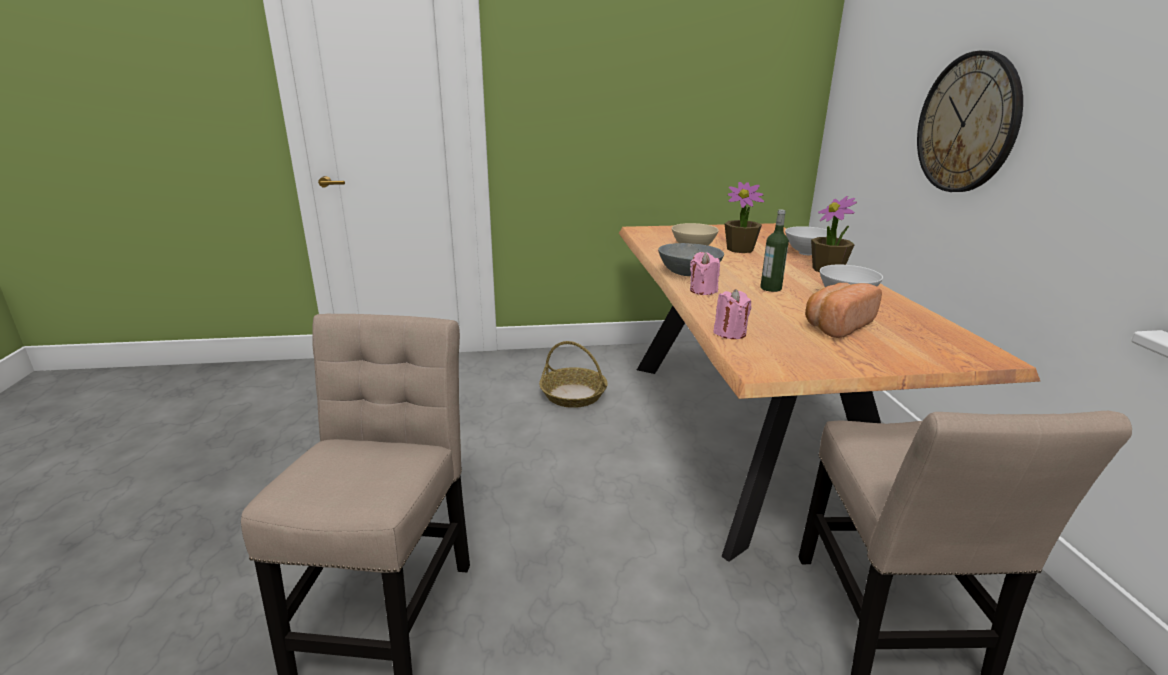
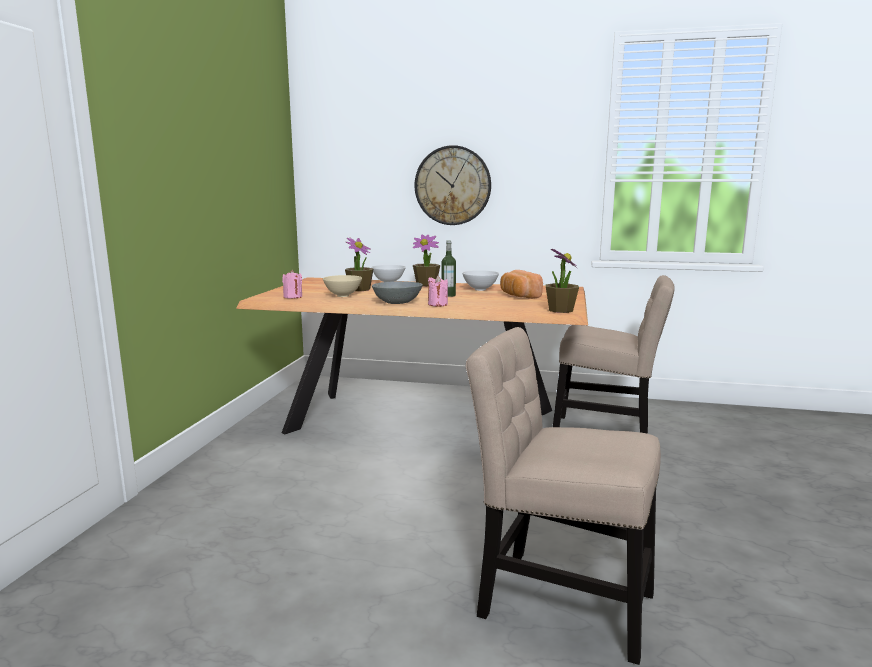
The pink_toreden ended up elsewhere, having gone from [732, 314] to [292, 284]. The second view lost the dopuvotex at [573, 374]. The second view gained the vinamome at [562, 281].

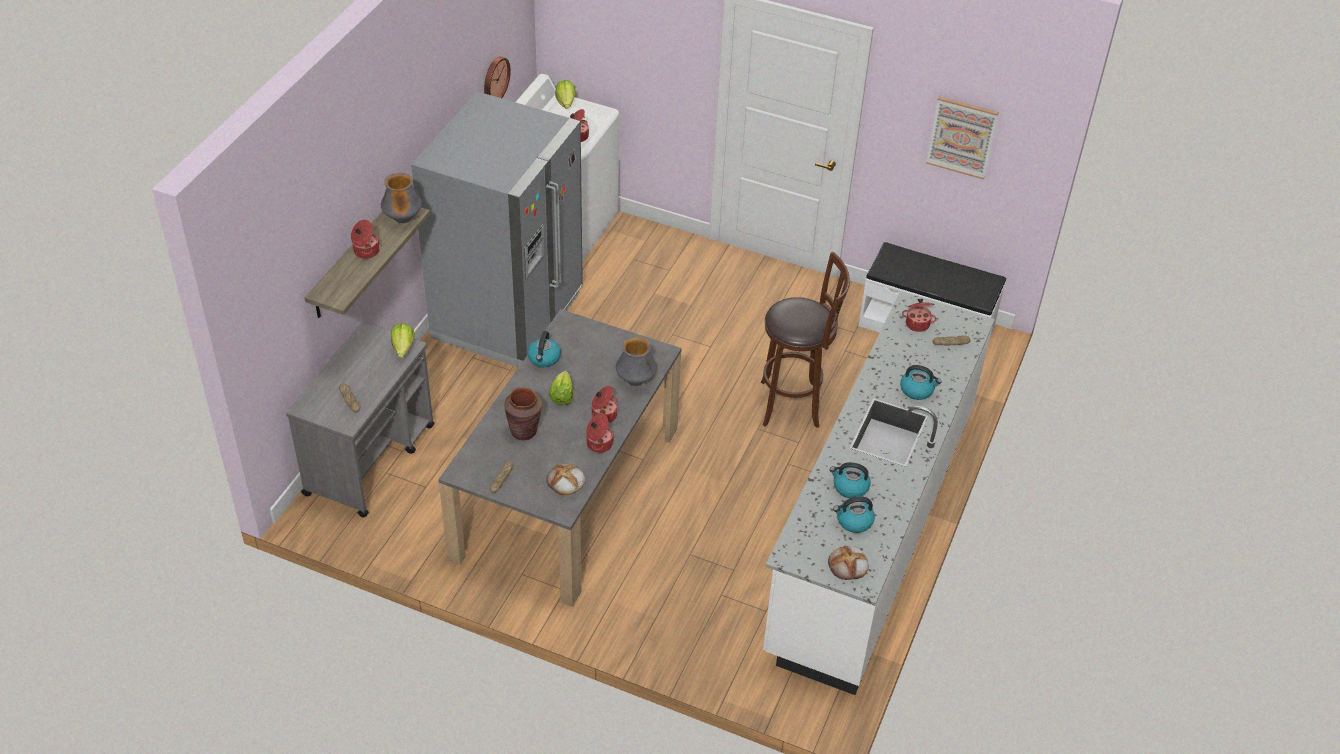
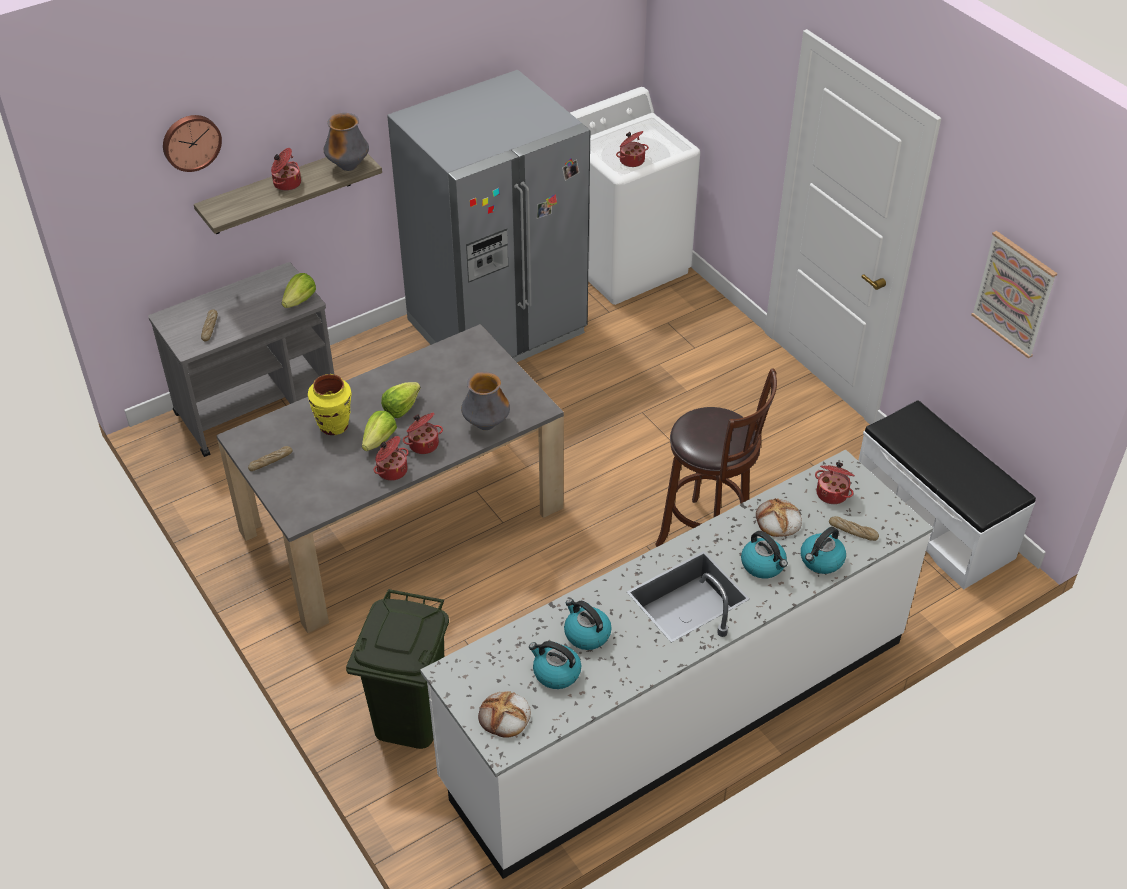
The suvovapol ended up elsewhere, having gone from [497, 77] to [192, 143]. The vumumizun ended up elsewhere, having gone from [565, 94] to [379, 431]. The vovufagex ended up elsewhere, having gone from [544, 349] to [823, 550]. What was the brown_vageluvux at [523, 414] turned into the yellow_vageluvux at [330, 404]. The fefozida ended up elsewhere, having gone from [565, 479] to [779, 517]. The second view gained the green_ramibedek at [397, 669].

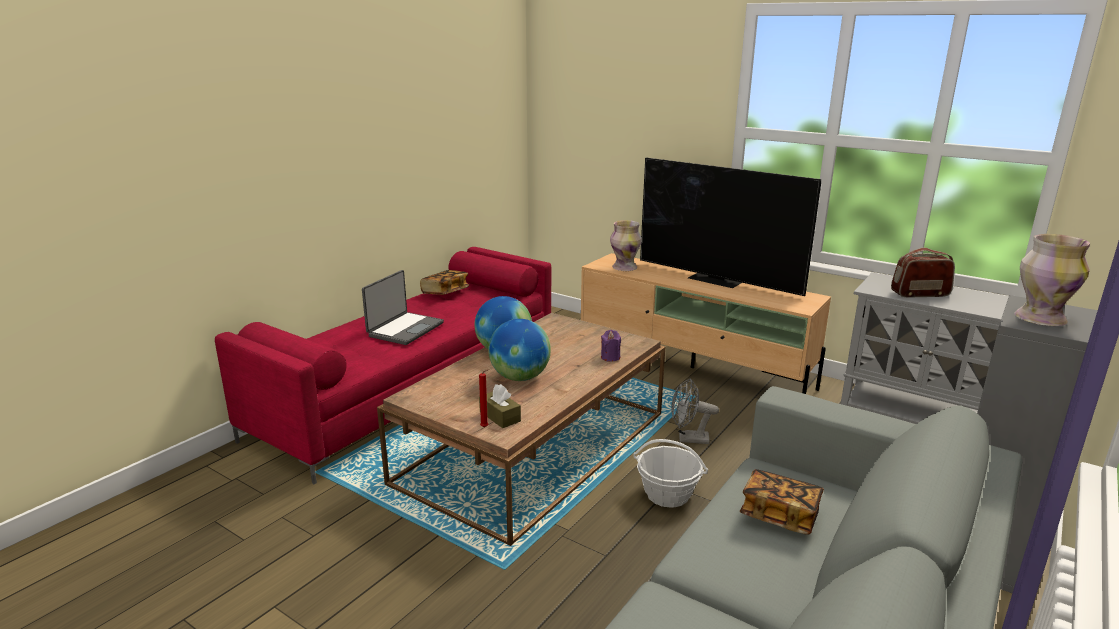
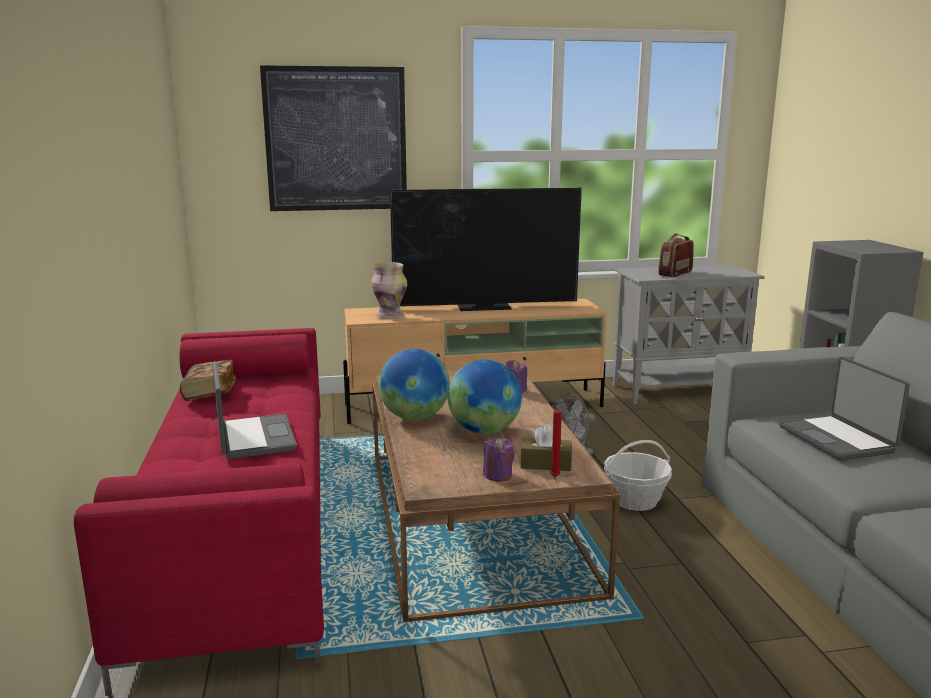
The second view lost the vageluvux at [1052, 280]. Where the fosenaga stood at [782, 502], the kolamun came to stand at [844, 409]. The second view gained the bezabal at [333, 138]. The second view gained the purple_toreden at [499, 460].

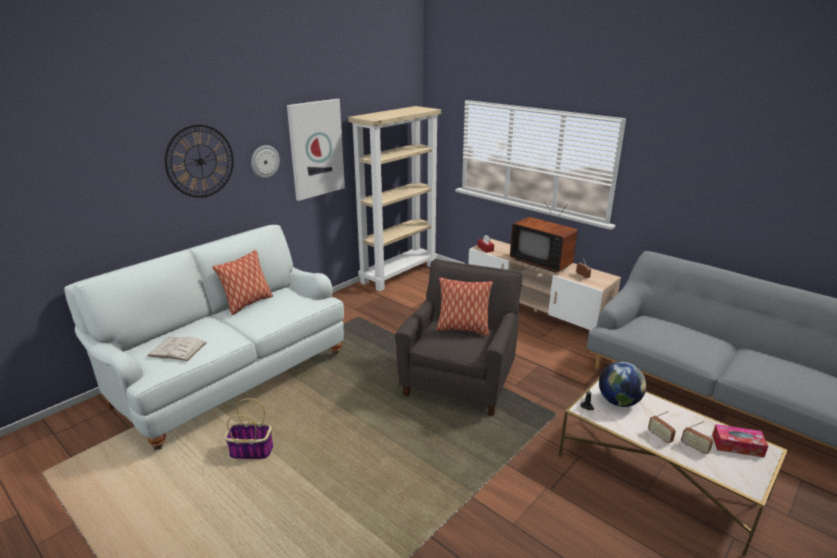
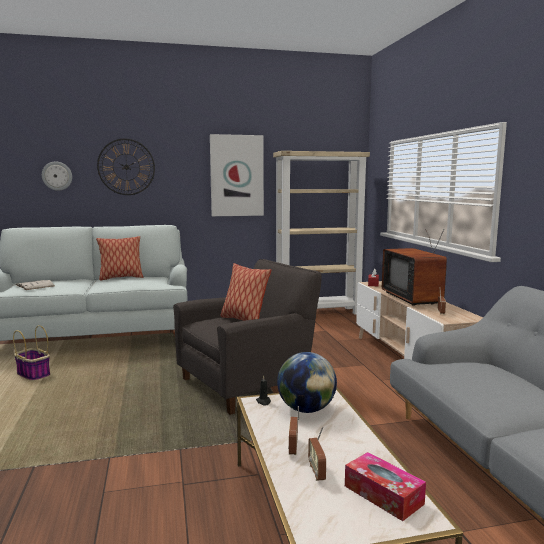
The suvovapol ended up elsewhere, having gone from [265, 161] to [57, 176].

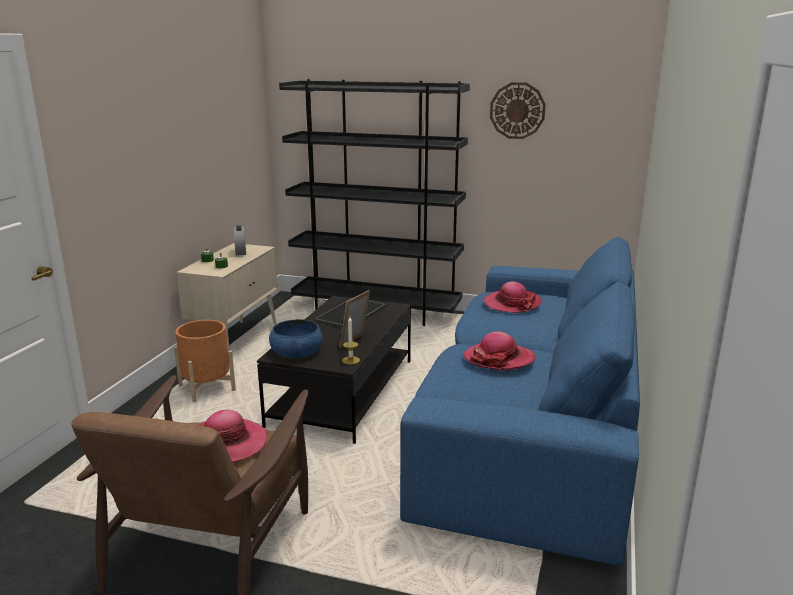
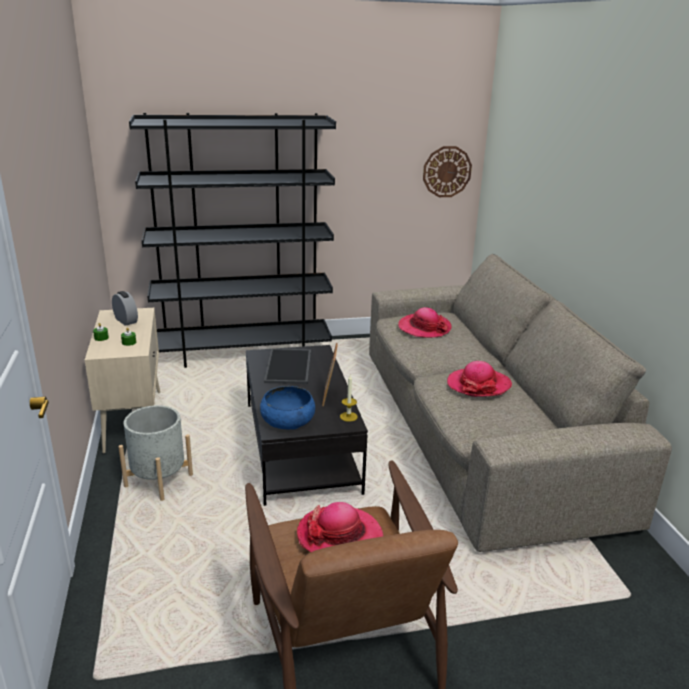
The suvovapol ended up elsewhere, having gone from [518, 110] to [447, 171]. What was the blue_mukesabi at [520, 401] turned into the beige_mukesabi at [520, 403]. What was the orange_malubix at [205, 361] turned into the grey_malubix at [155, 453].

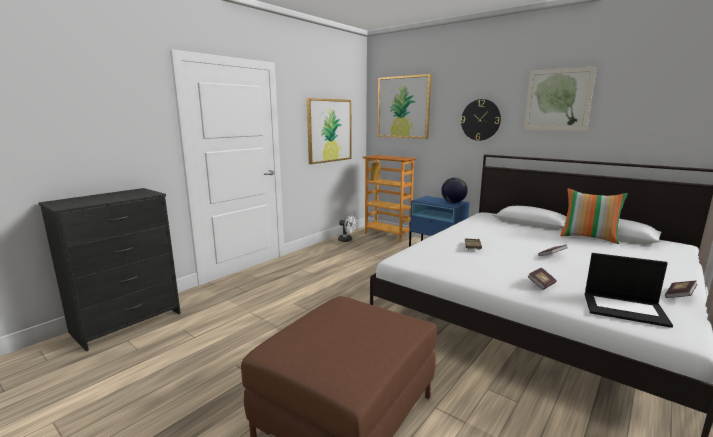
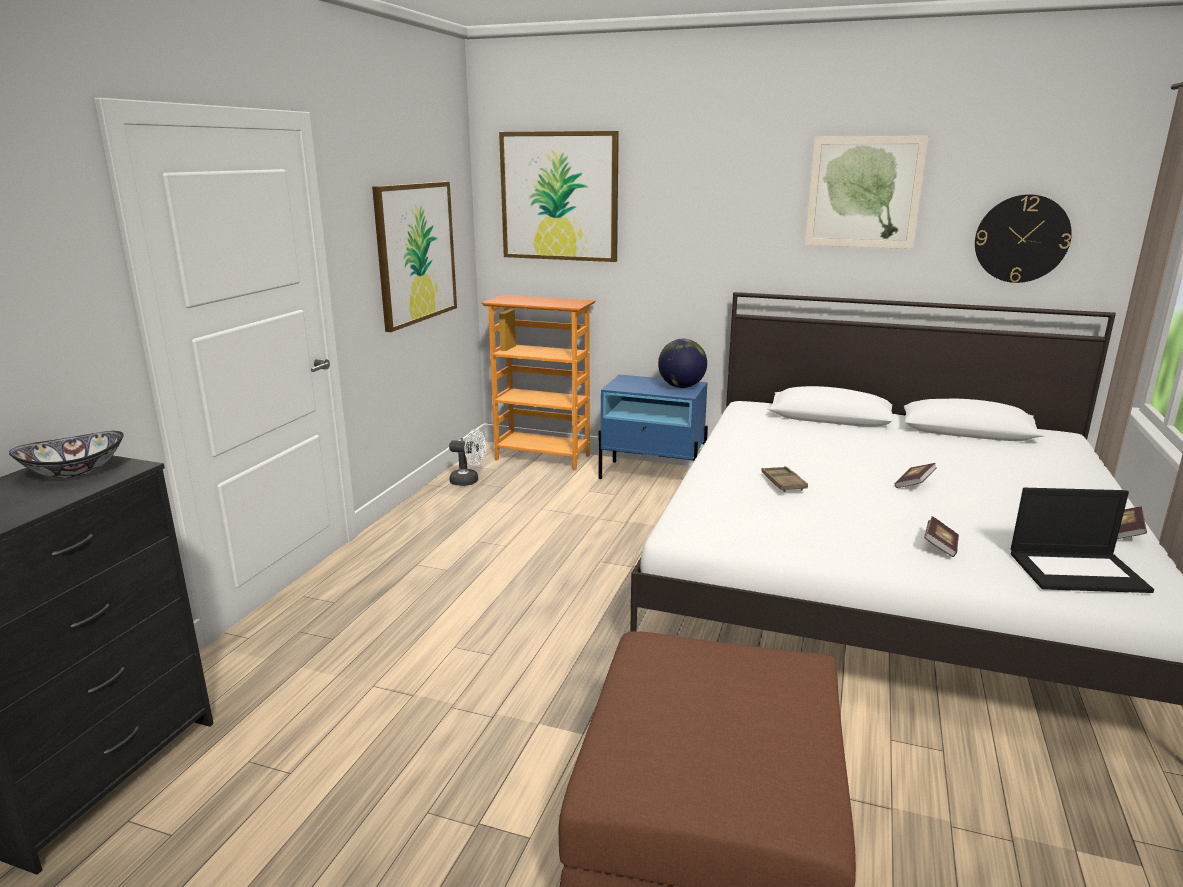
The suvovapol ended up elsewhere, having gone from [481, 120] to [1023, 238]. The second view lost the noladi at [594, 216]. The second view gained the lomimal at [66, 454].

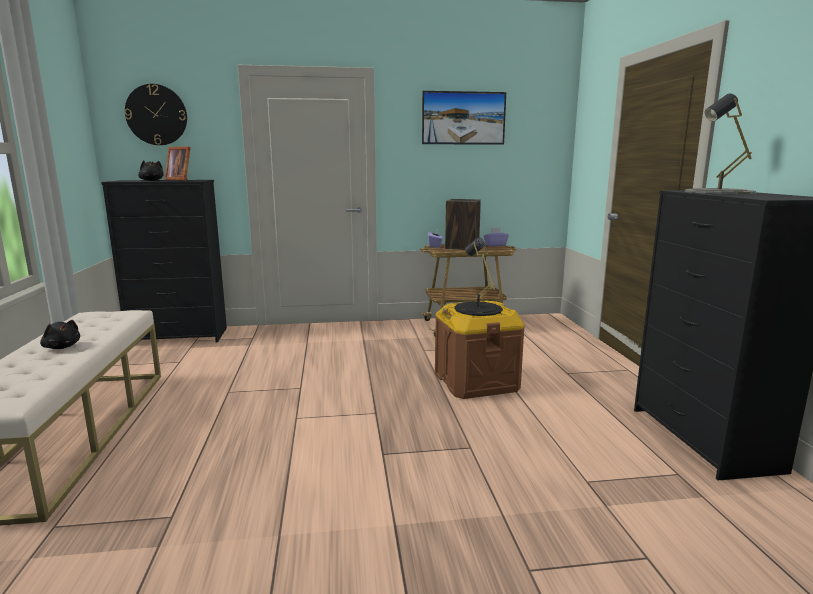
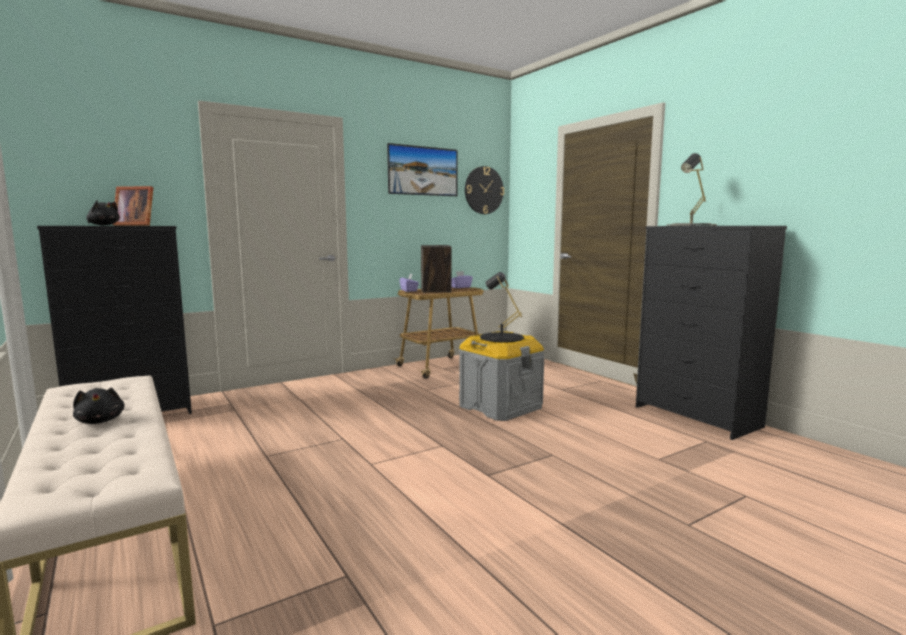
The suvovapol ended up elsewhere, having gone from [155, 114] to [484, 190]. What was the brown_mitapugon at [480, 350] turned into the grey_mitapugon at [501, 376]. The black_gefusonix at [60, 334] ended up facing another way, 45 degrees clockwise from before.

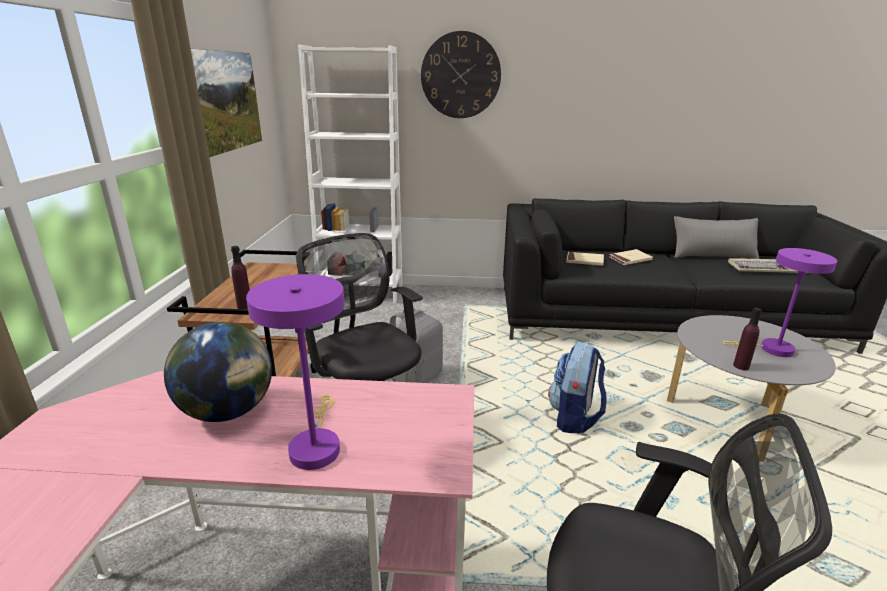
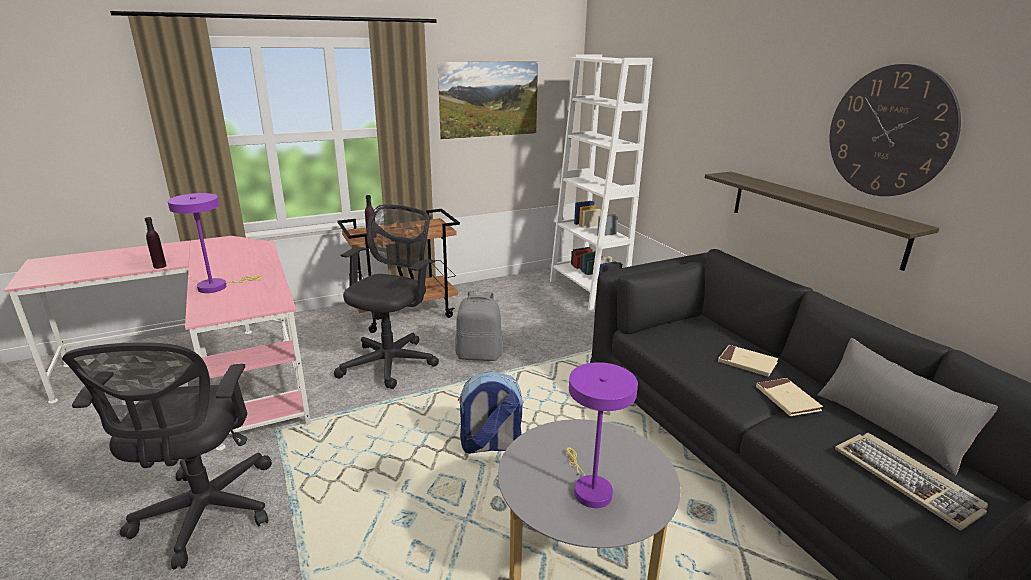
The suvovapol ended up elsewhere, having gone from [461, 74] to [895, 130]. The beige_fosenaga ended up elsewhere, having gone from [585, 259] to [789, 397]. The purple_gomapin ended up elsewhere, having gone from [747, 339] to [156, 243]. The second view lost the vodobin at [218, 372]. The second view gained the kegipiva at [822, 221].

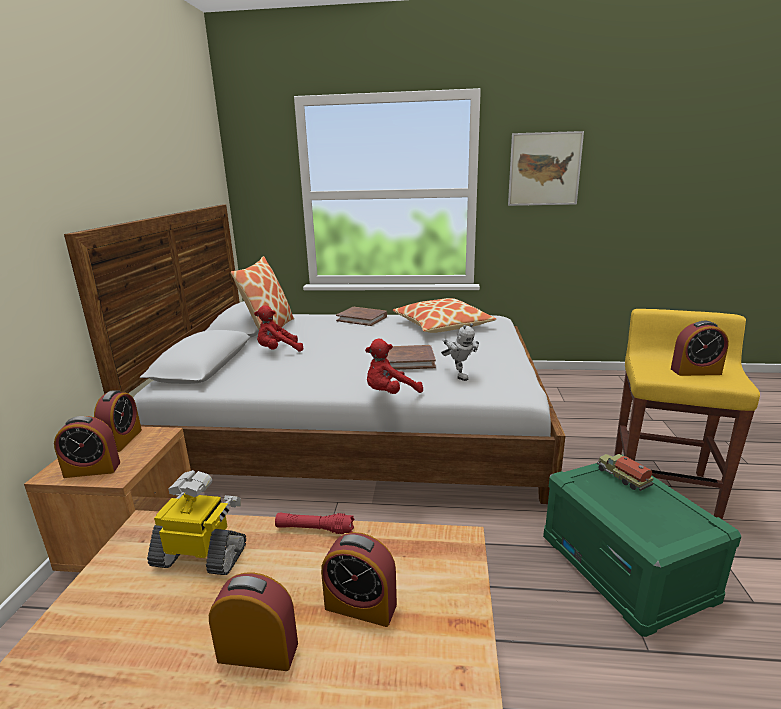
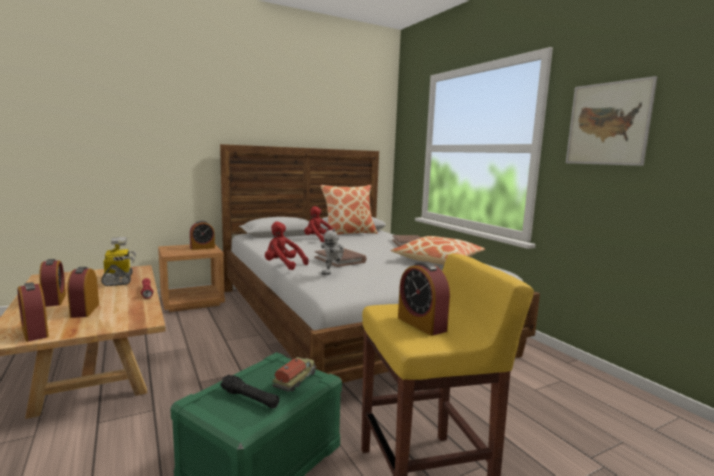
The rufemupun ended up elsewhere, having gone from [87, 447] to [33, 312]. The second view gained the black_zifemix at [250, 391].

